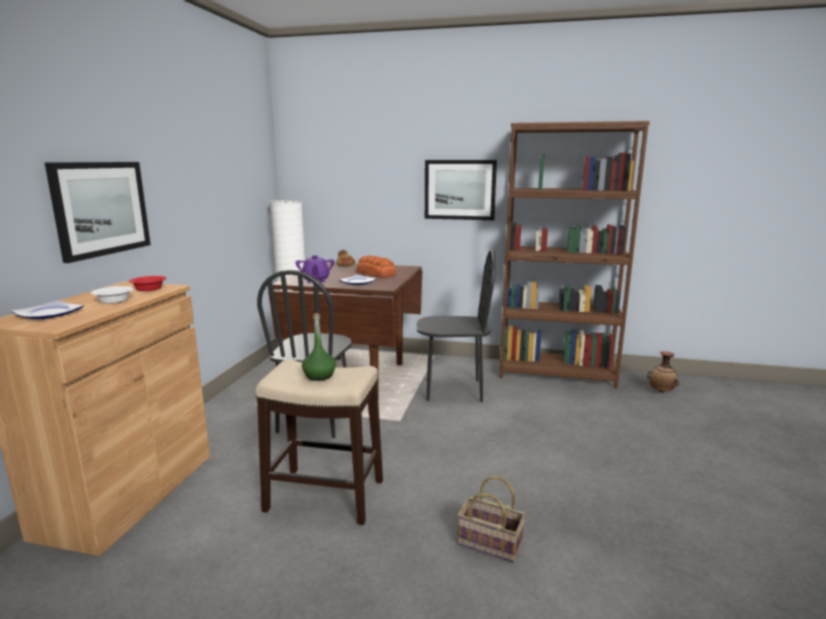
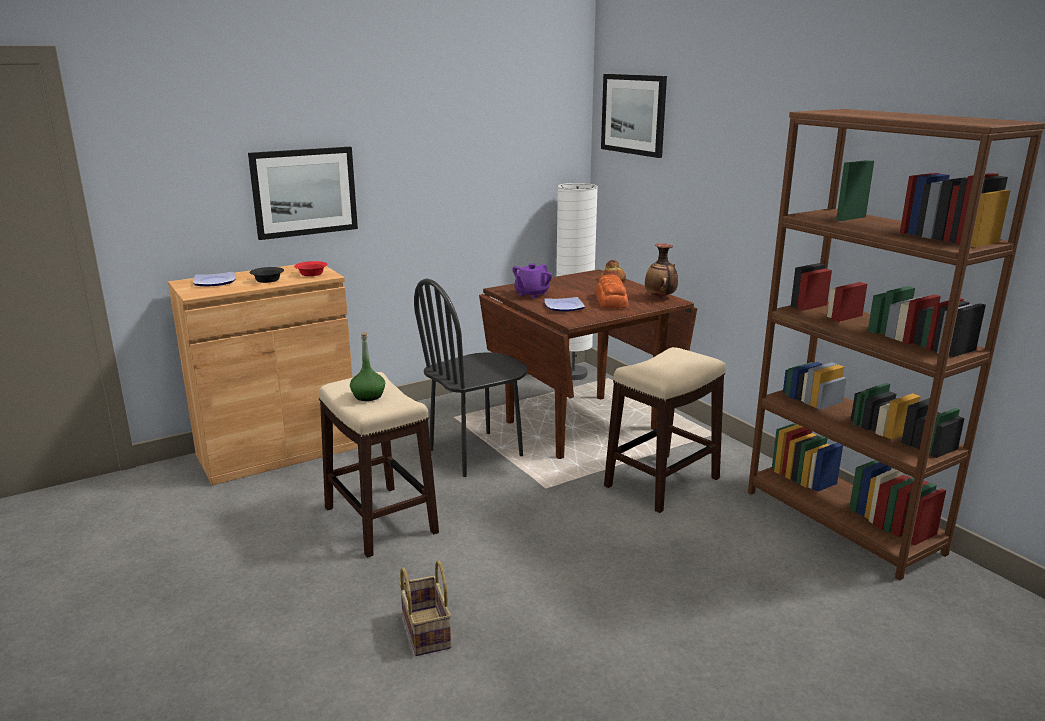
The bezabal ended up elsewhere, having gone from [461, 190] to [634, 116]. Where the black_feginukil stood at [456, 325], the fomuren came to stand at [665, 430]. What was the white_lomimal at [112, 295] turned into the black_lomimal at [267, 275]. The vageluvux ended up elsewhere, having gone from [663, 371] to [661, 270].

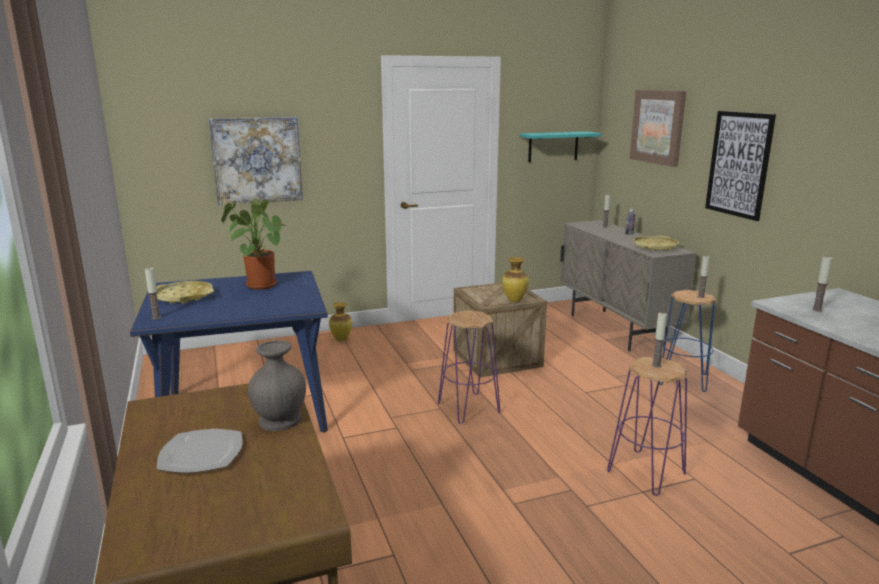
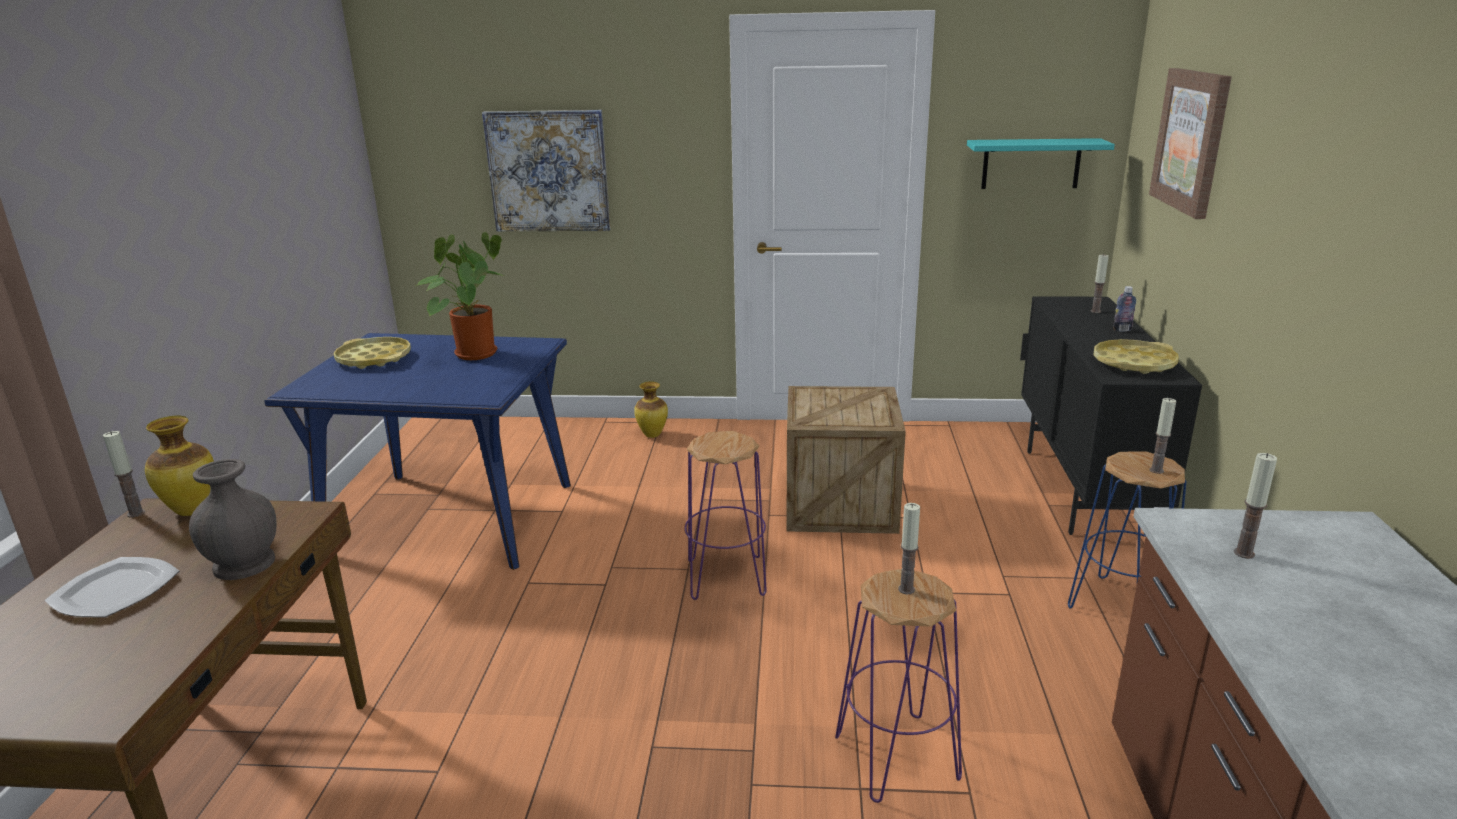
The second view lost the bezabal at [740, 166]. What was the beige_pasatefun at [628, 286] turned into the black_pasatefun at [1111, 416]. The vageluvux ended up elsewhere, having gone from [515, 279] to [179, 465]. The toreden ended up elsewhere, having gone from [153, 293] to [124, 474].

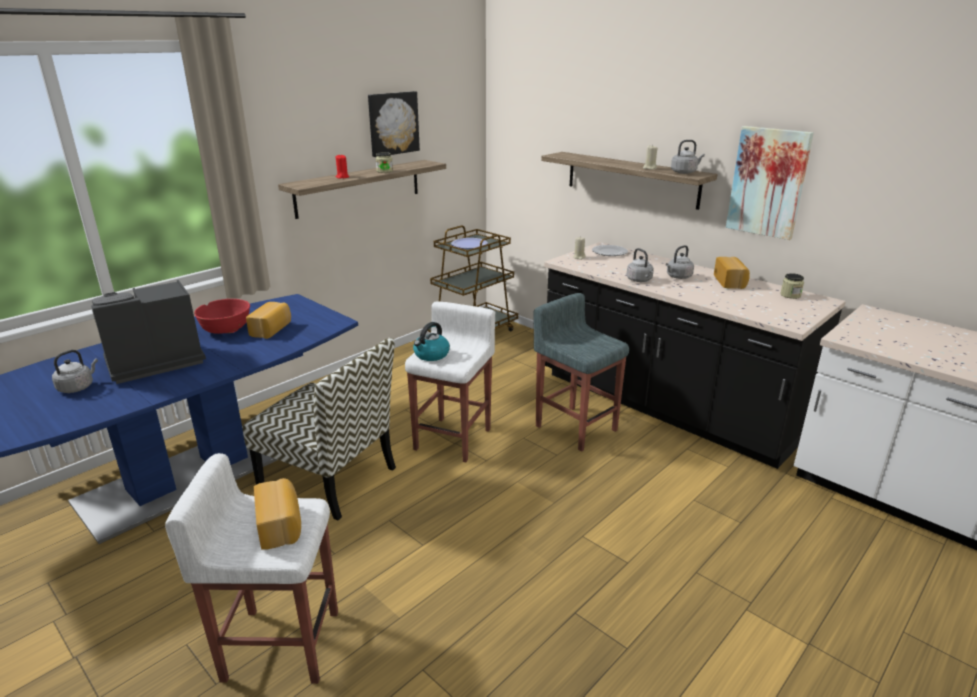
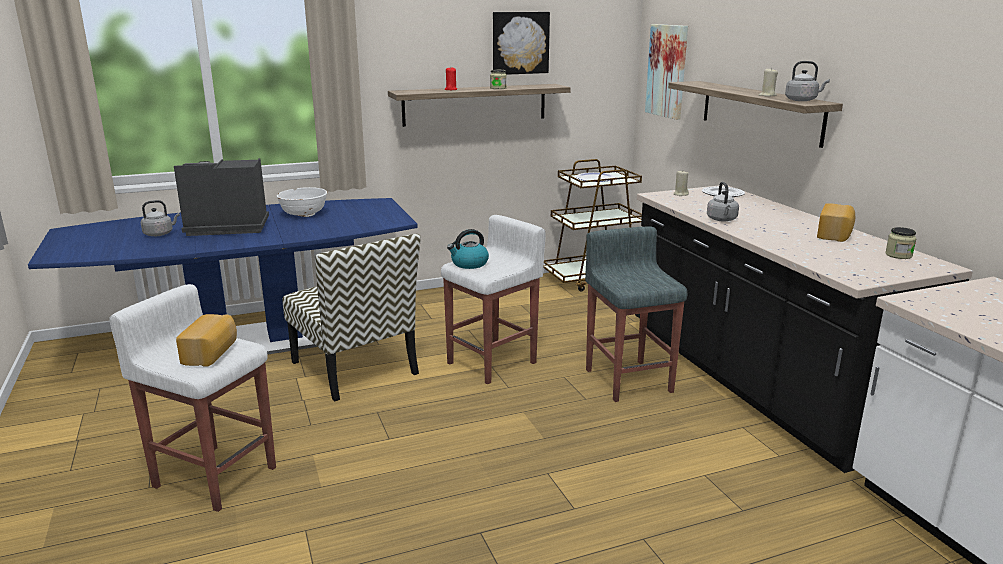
The bezabal ended up elsewhere, having gone from [770, 183] to [666, 72]. The second view lost the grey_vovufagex at [680, 262]. What was the red_lomimal at [222, 316] turned into the white_lomimal at [302, 202]. The second view lost the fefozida at [268, 320].

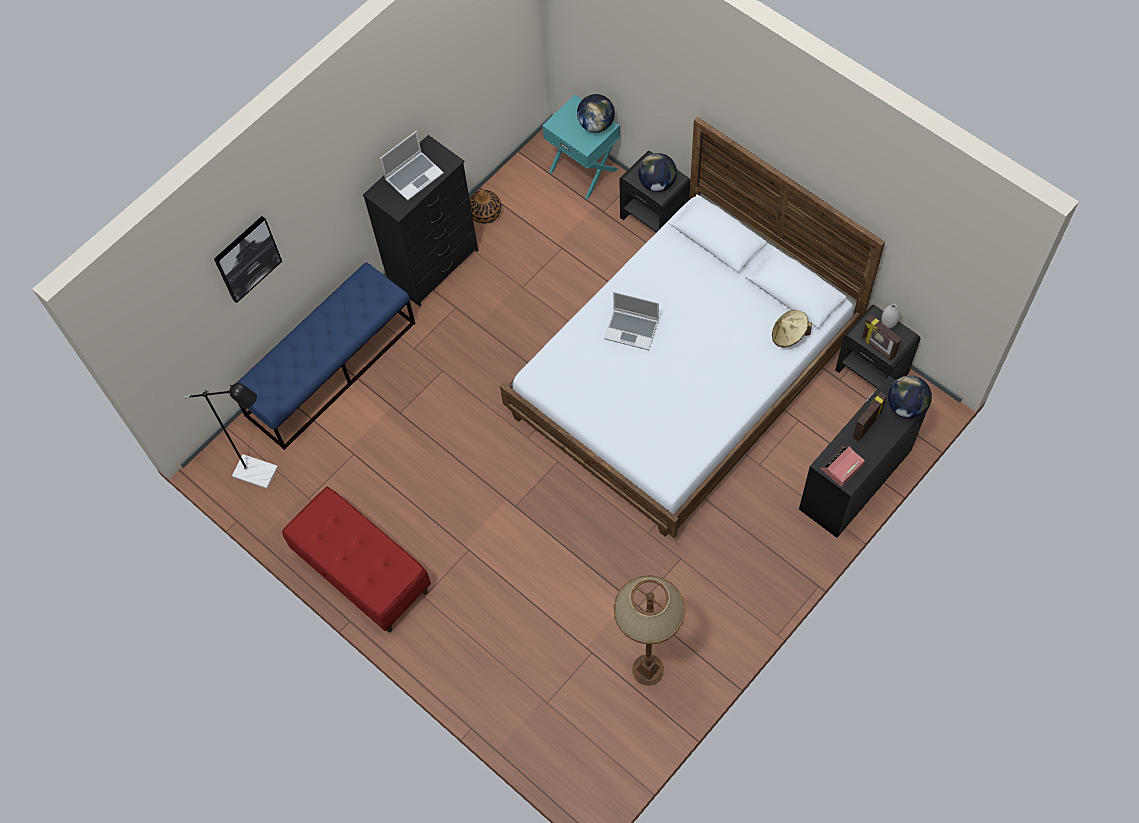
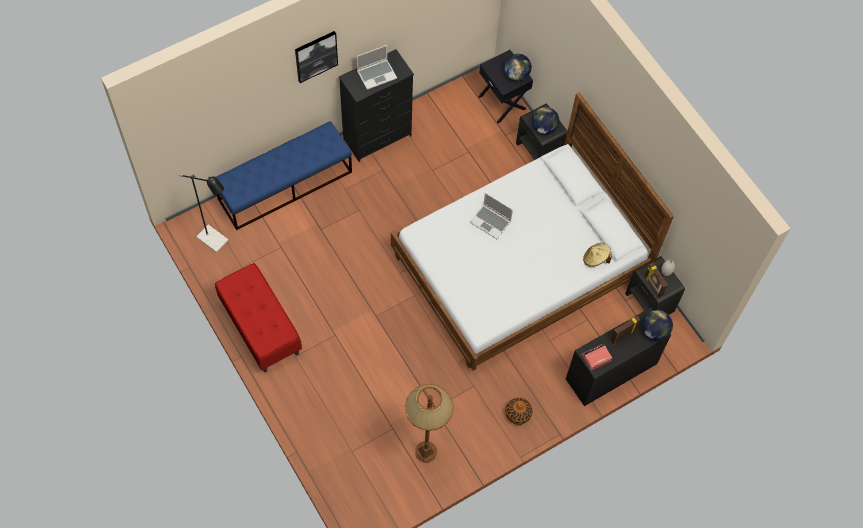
What was the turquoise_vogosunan at [581, 147] turned into the black_vogosunan at [505, 86]. The vageluvux ended up elsewhere, having gone from [485, 207] to [518, 411]. The bezabal ended up elsewhere, having gone from [248, 259] to [316, 57].

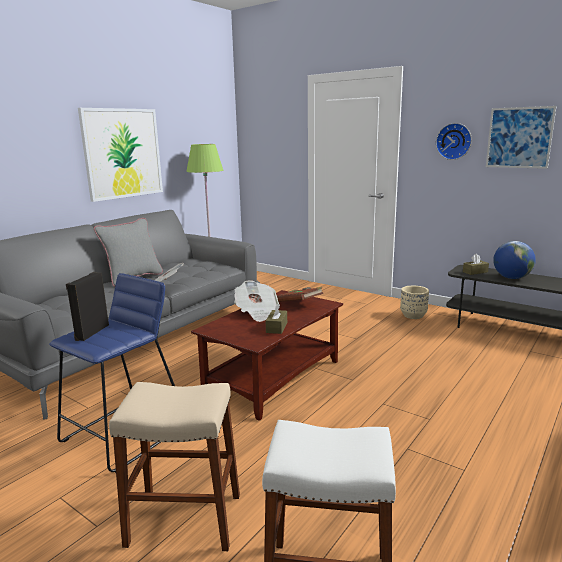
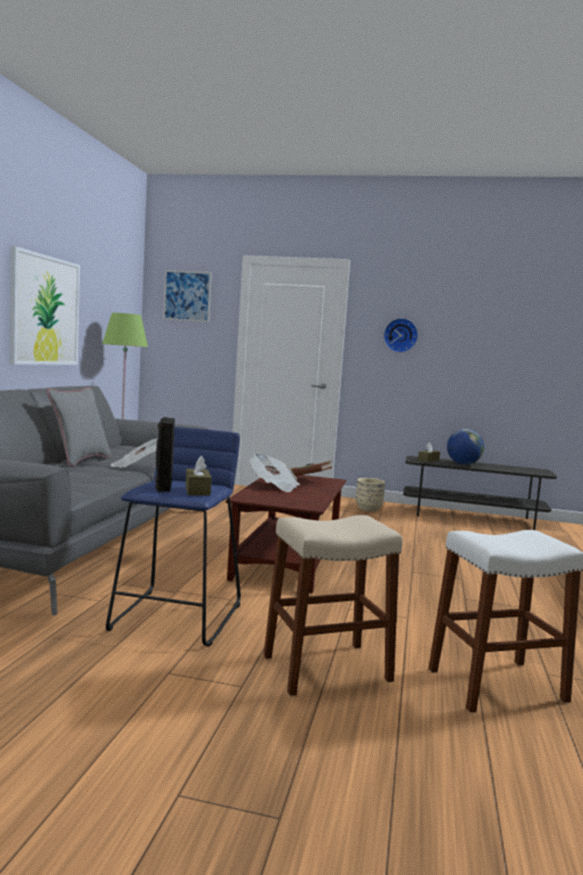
The bezabal ended up elsewhere, having gone from [521, 137] to [187, 296]. The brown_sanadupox ended up elsewhere, having gone from [276, 319] to [199, 476].

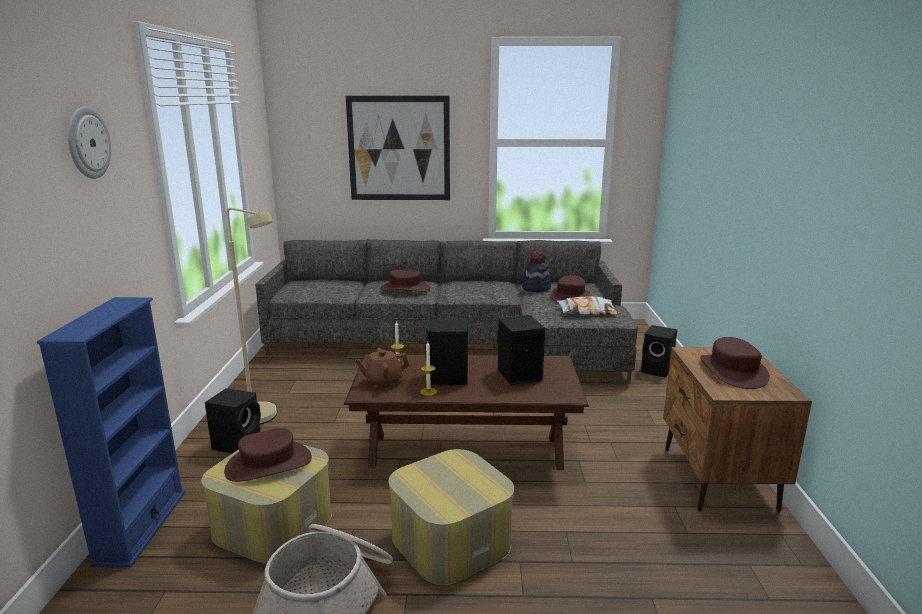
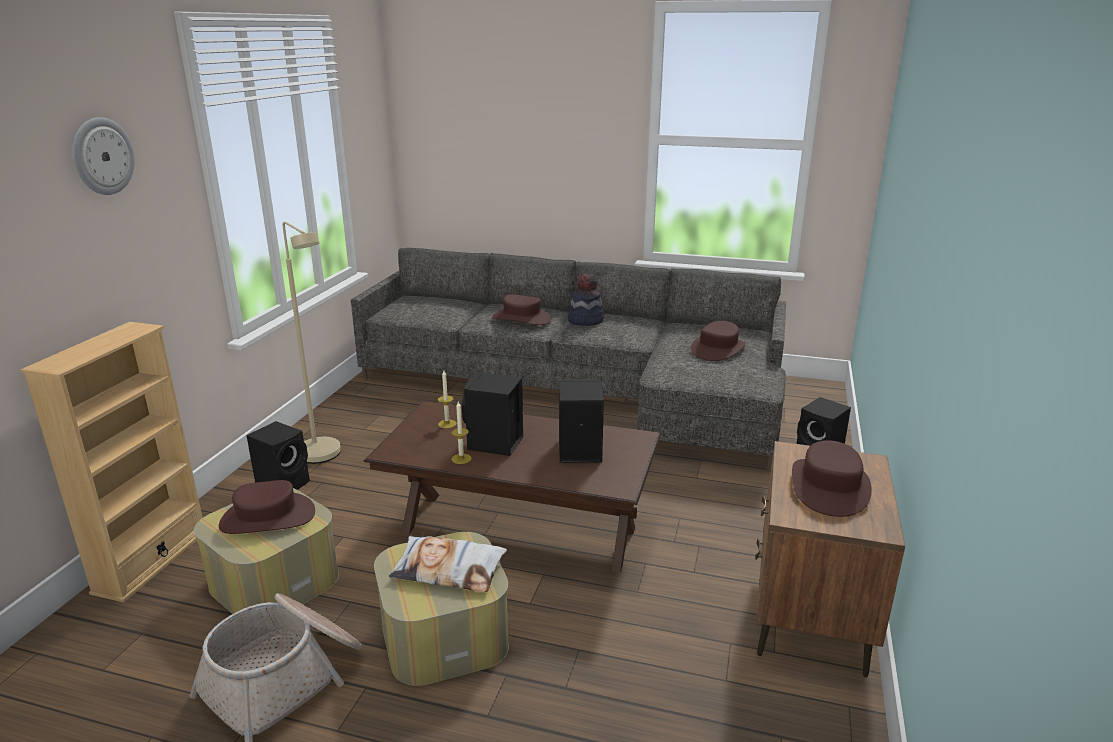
The second view lost the bezabal at [398, 148]. The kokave ended up elsewhere, having gone from [536, 271] to [586, 300]. The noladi ended up elsewhere, having gone from [588, 305] to [448, 564]. What was the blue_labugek at [111, 432] turned into the beige_labugek at [112, 462]. The second view lost the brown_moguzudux at [382, 368].

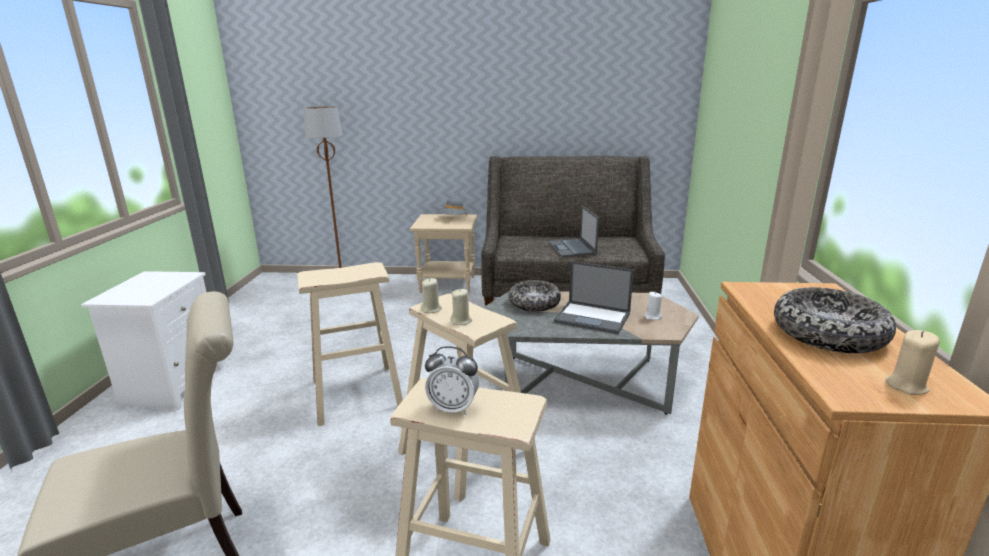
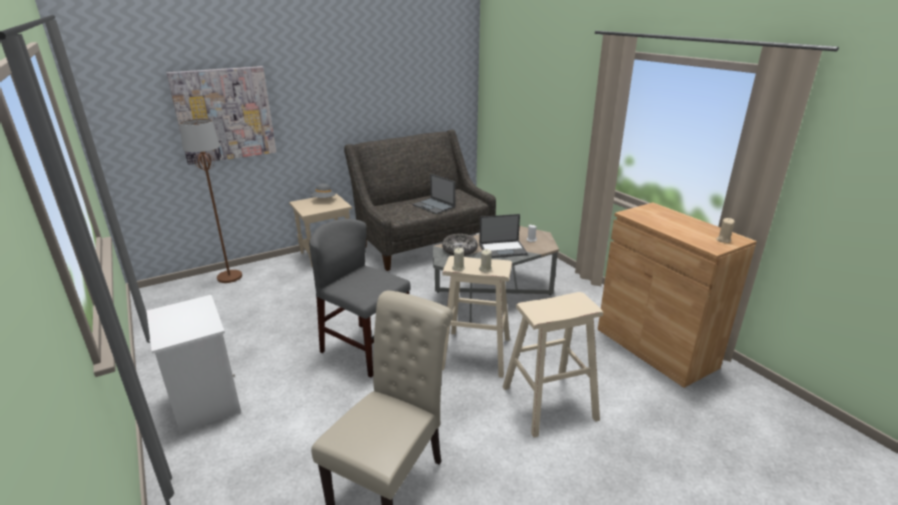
Where the beige_fomuren stood at [350, 344], the grey_feginukil came to stand at [360, 298]. The second view lost the lomimal at [835, 320]. The second view lost the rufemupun at [452, 380]. The second view gained the bezabal at [221, 115].

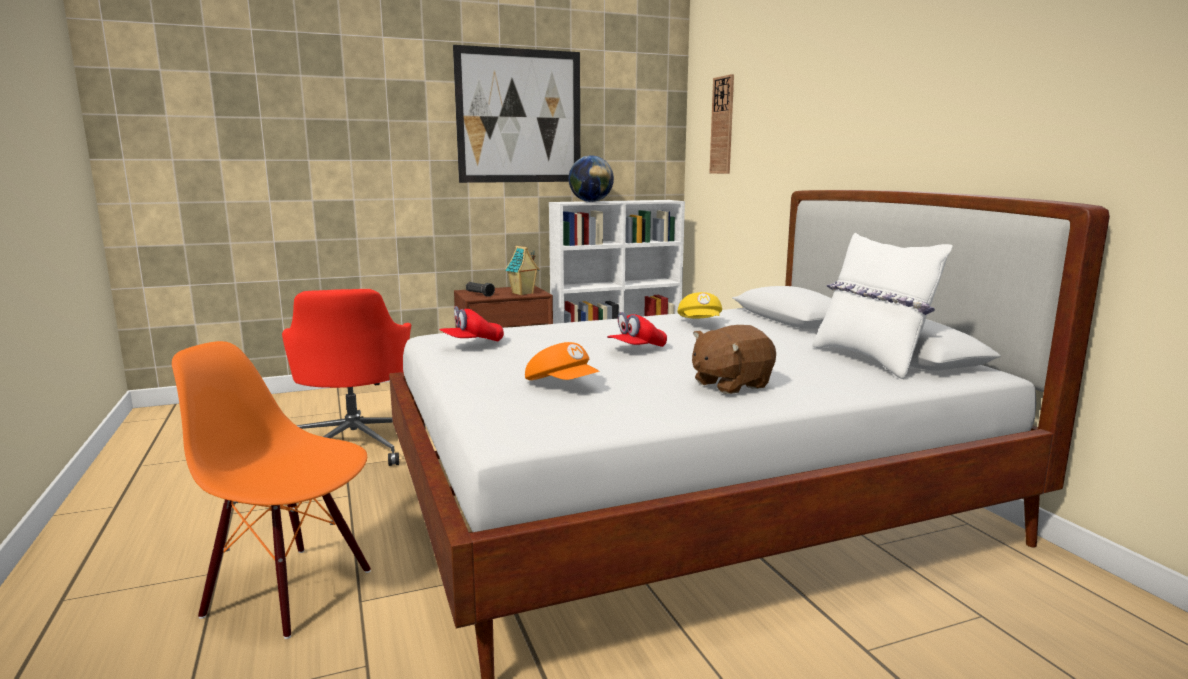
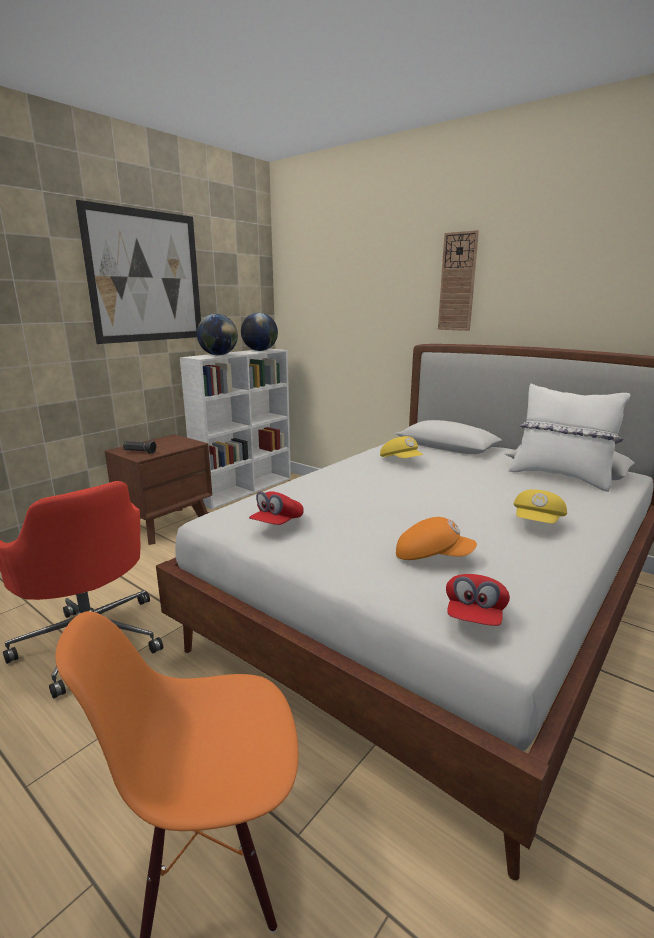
The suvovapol ended up elsewhere, having gone from [721, 124] to [458, 280]. The second view lost the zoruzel at [522, 270]. The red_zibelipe ended up elsewhere, having gone from [637, 329] to [478, 600]. Where the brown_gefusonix stood at [734, 359], the yellow_zibelipe came to stand at [540, 506]. The second view gained the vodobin at [259, 332].

